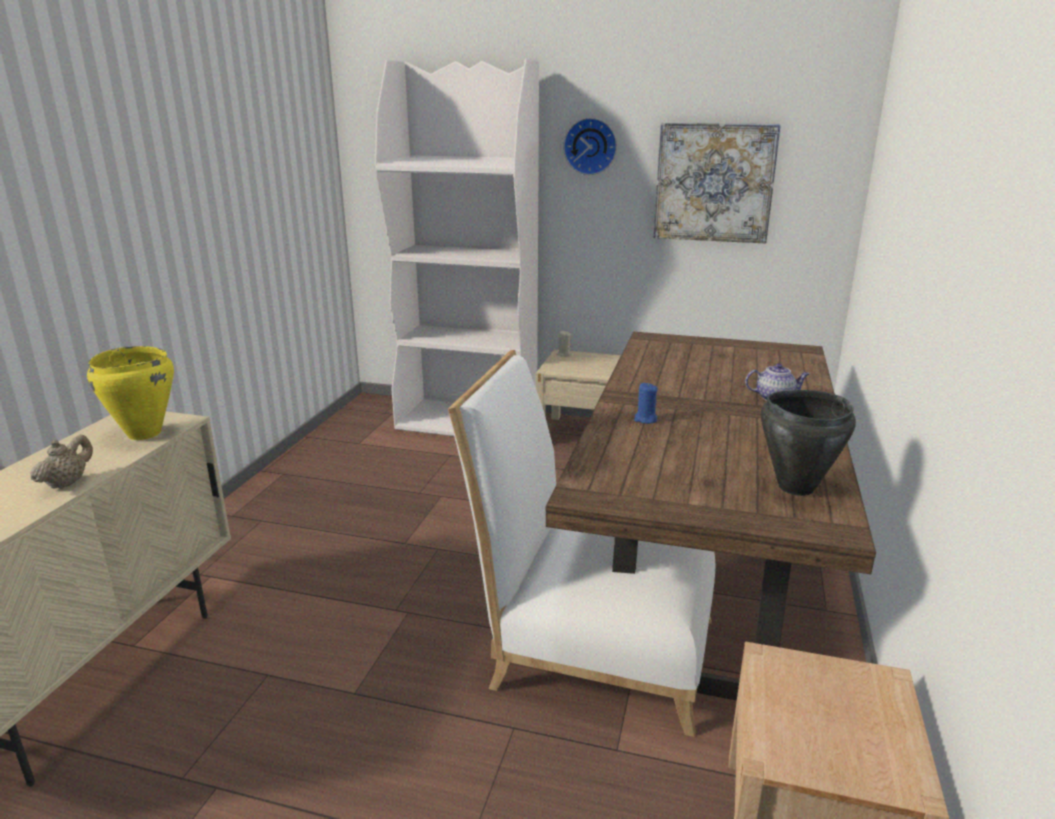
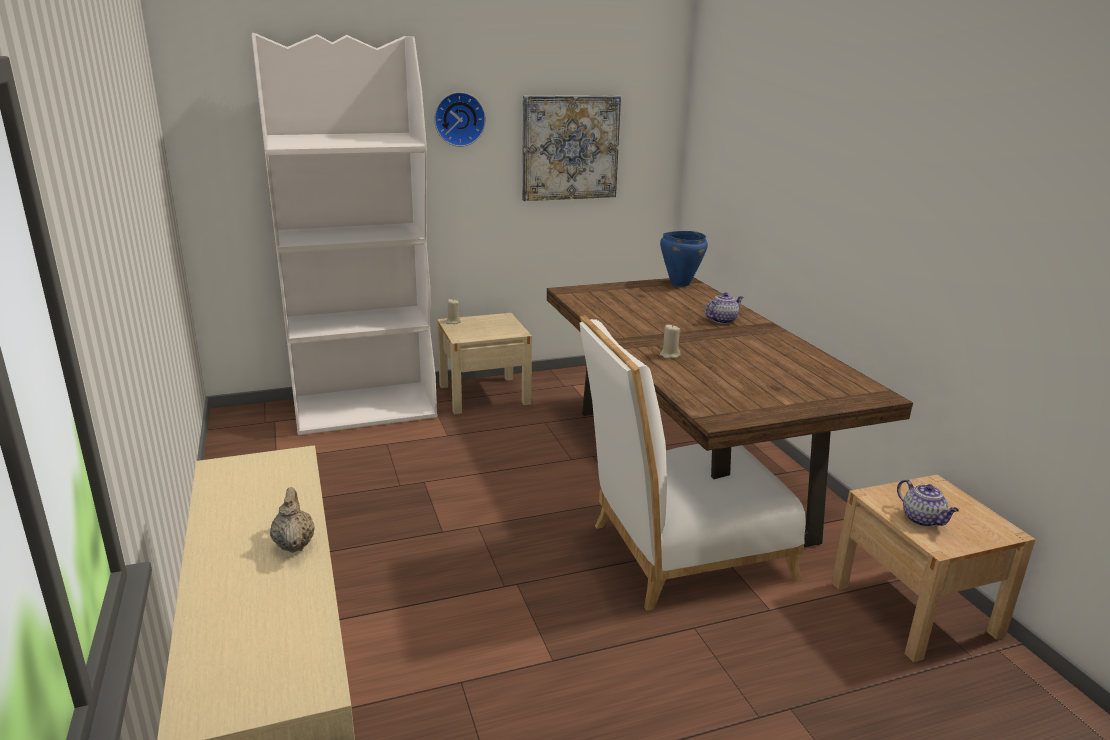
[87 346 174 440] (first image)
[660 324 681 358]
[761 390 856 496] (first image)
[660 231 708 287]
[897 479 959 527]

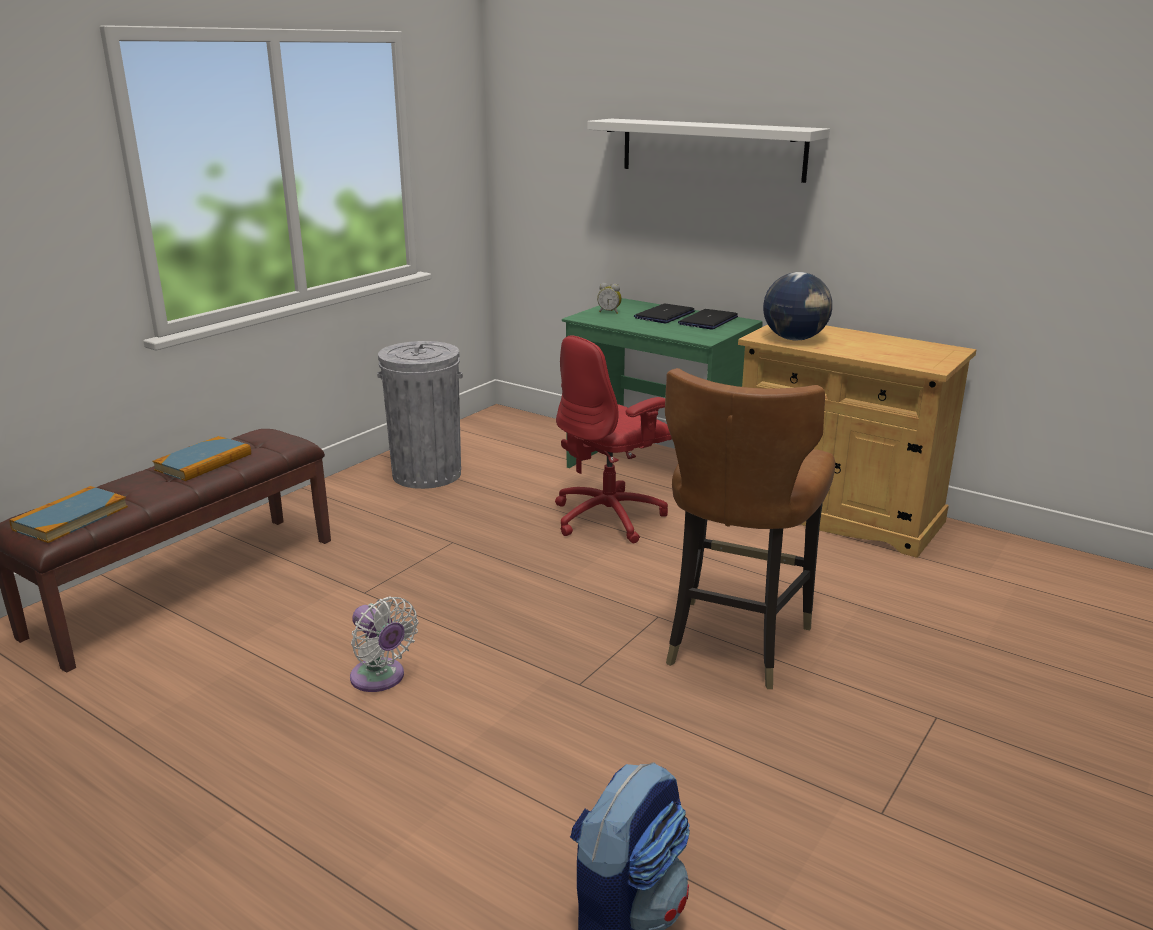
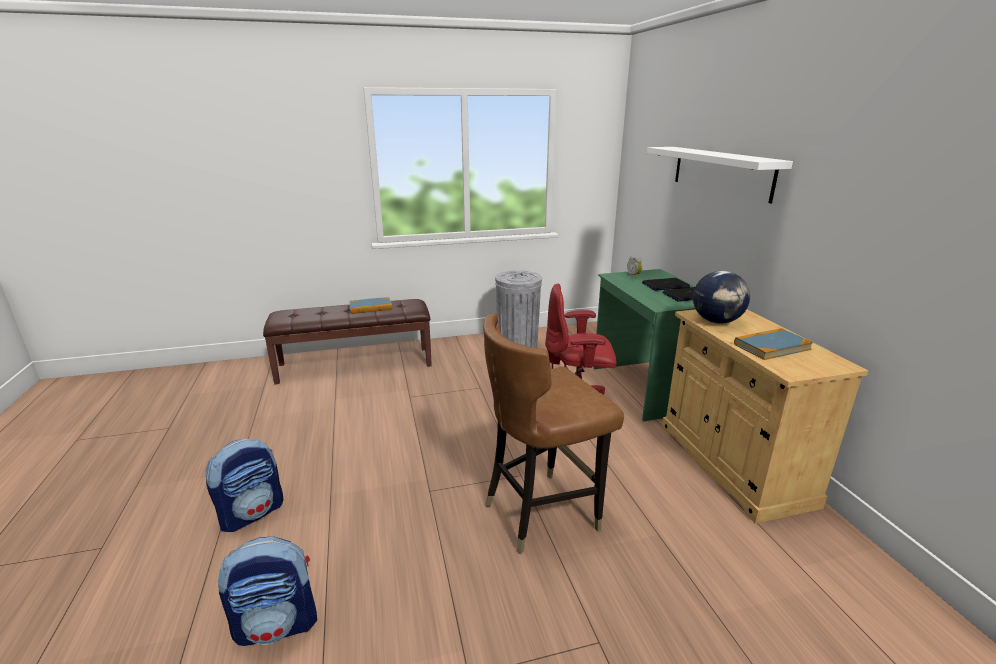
[734 328 813 360]
[350 596 418 692] (first image)
[206 439 283 532]

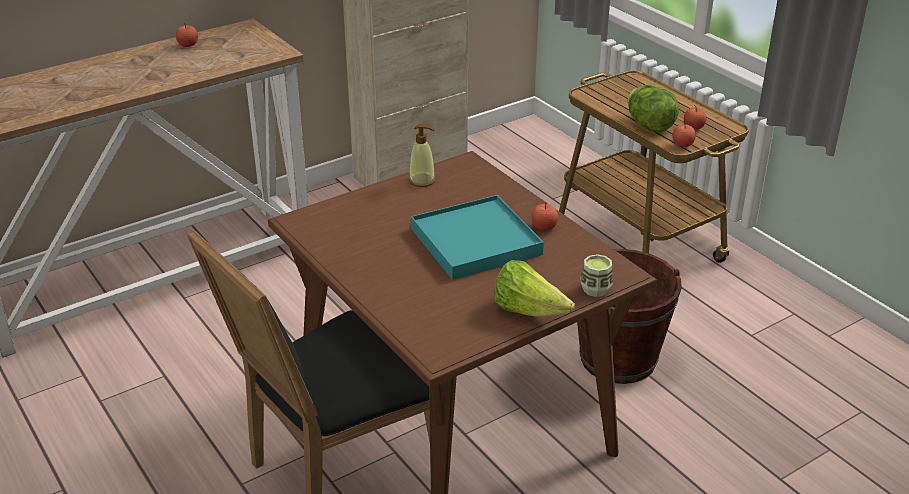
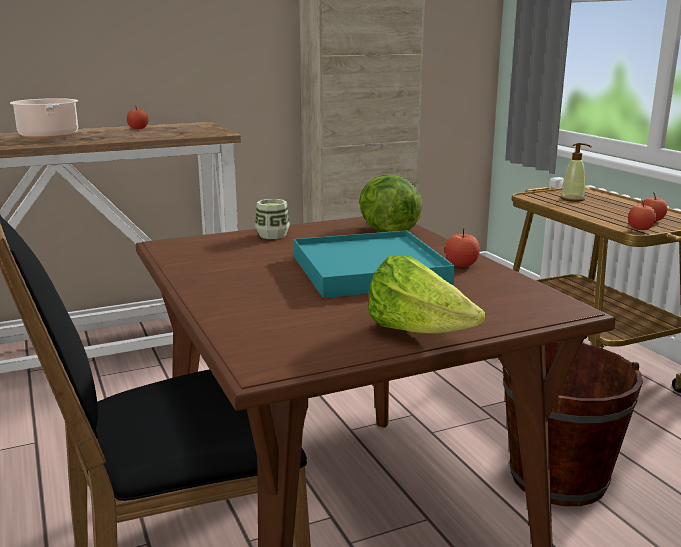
[359 174 422 232]
[560 143 592 202]
[255 199 290 239]
[10 98 78 139]

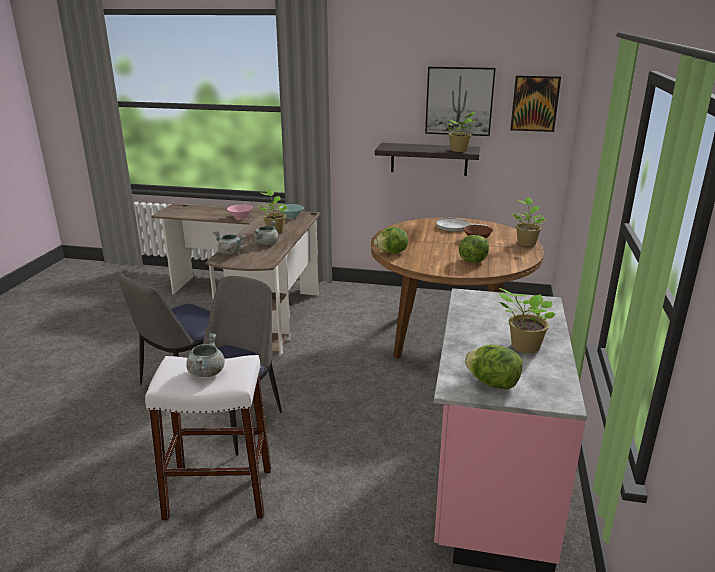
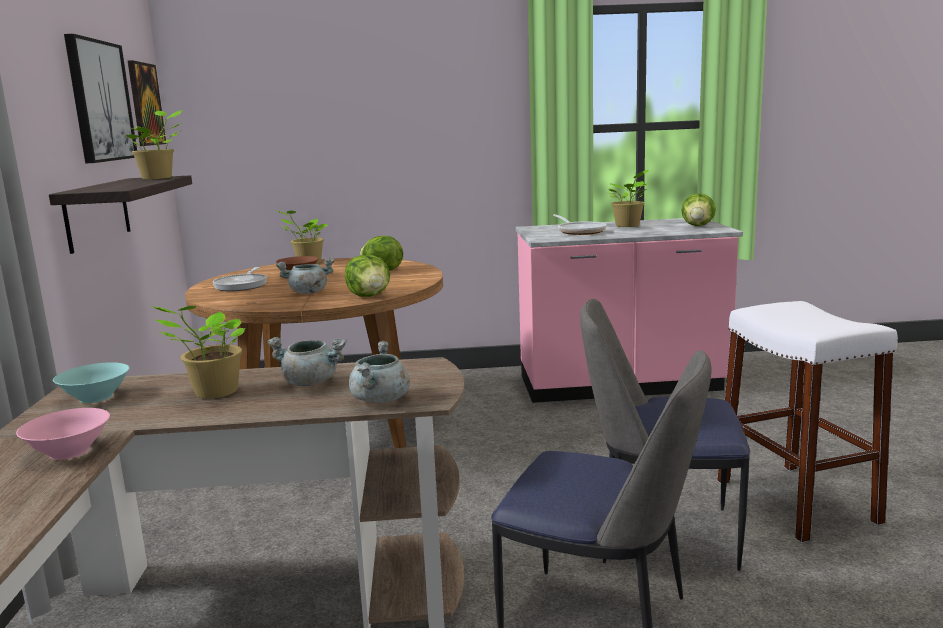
[276 258 334 294]
[553 214 606 235]

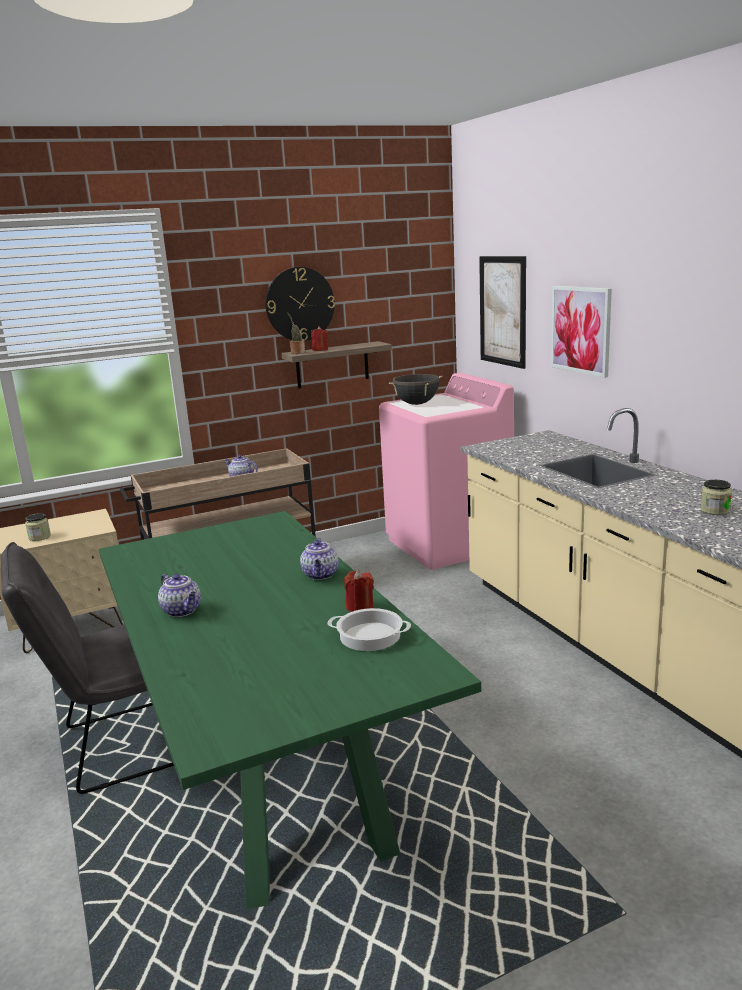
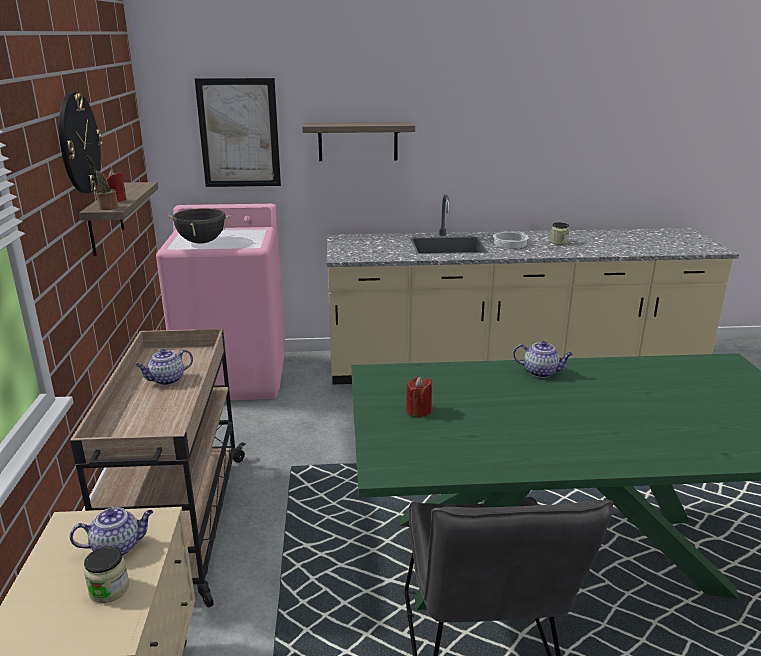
[302 122 415 161]
[406 376 432 417]
[70 507 153 556]
[493 231 529 248]

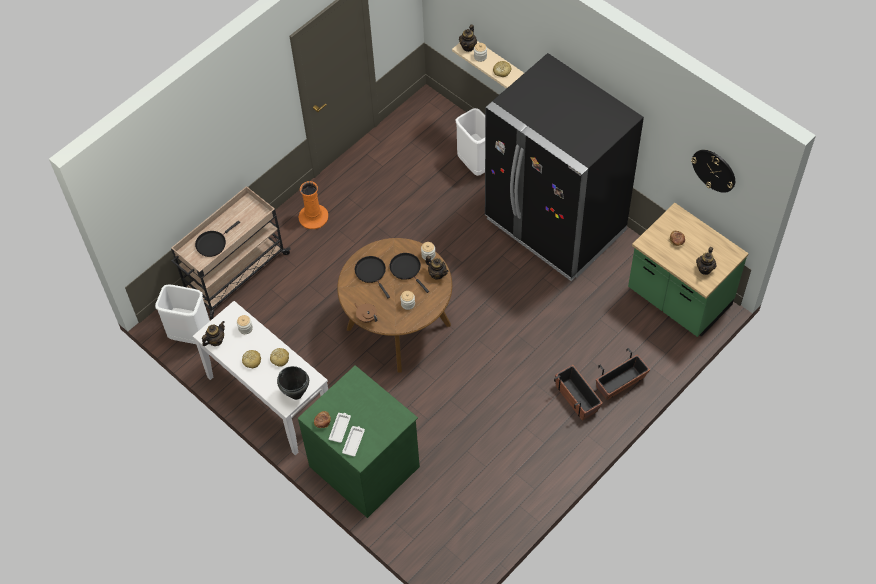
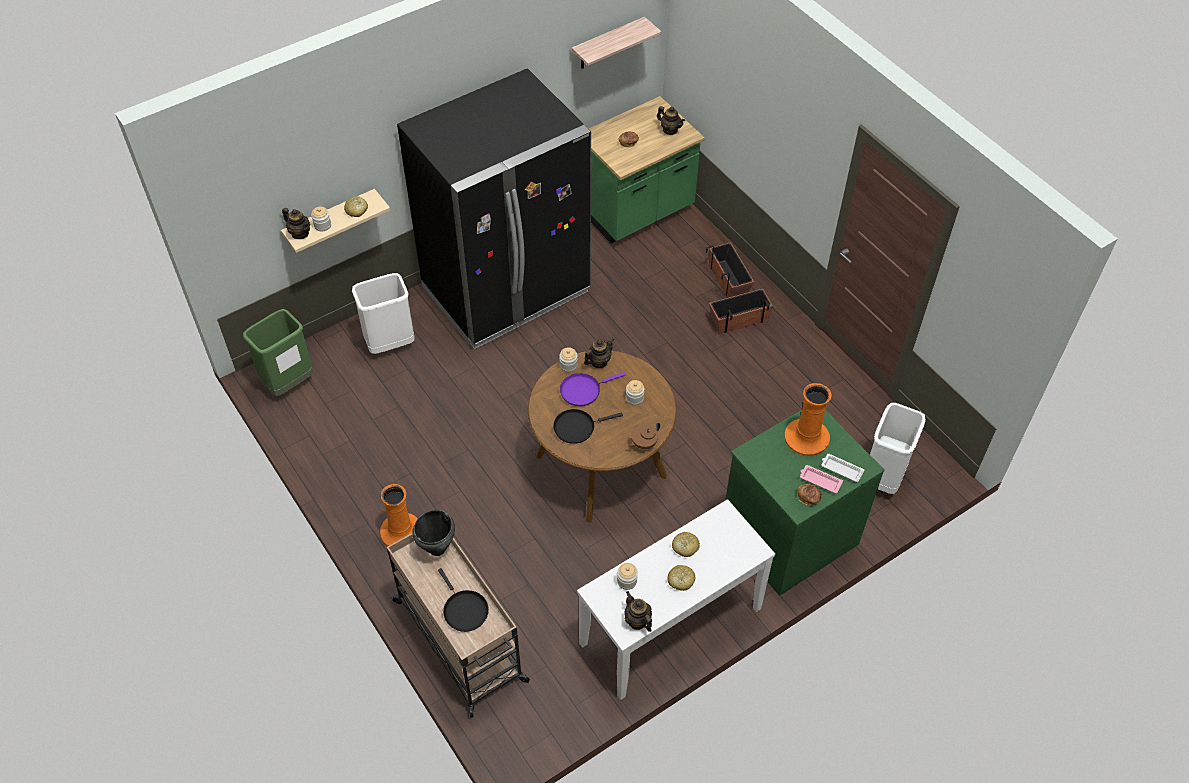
[572 17 661 69]
[560 372 626 406]
[870 403 926 494]
[413 510 455 556]
[800 465 843 493]
[243 309 314 396]
[784 383 831 456]

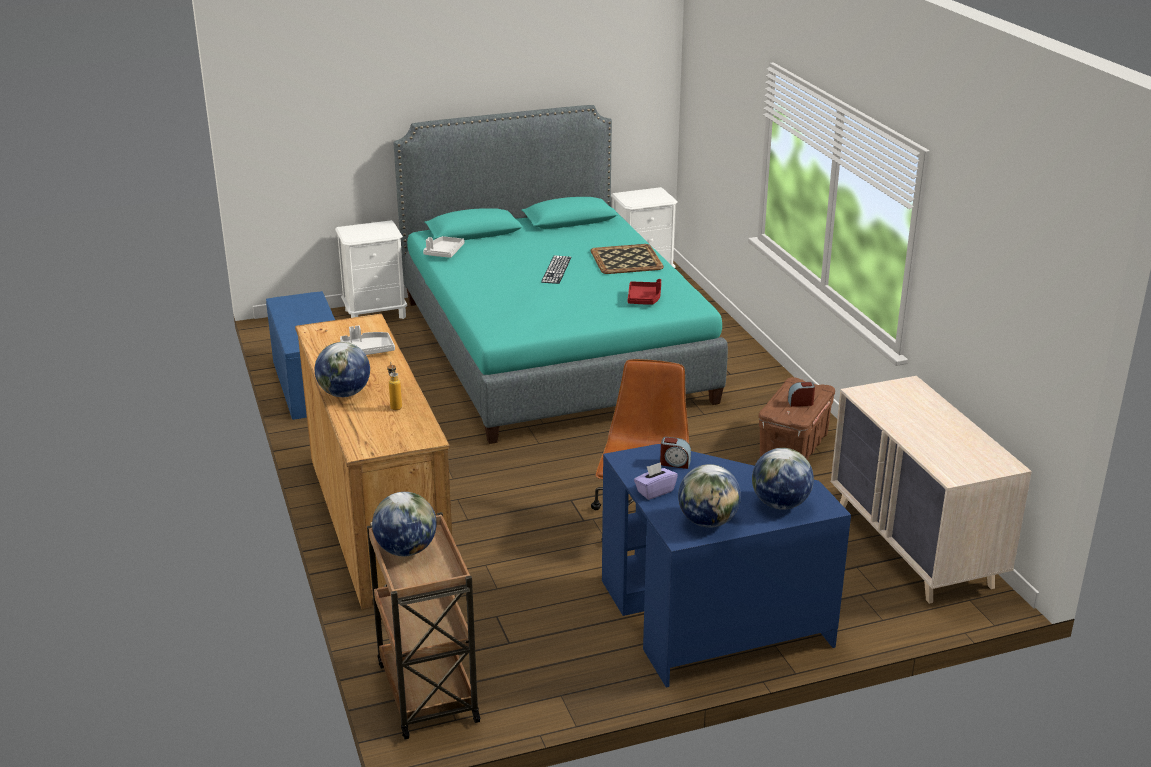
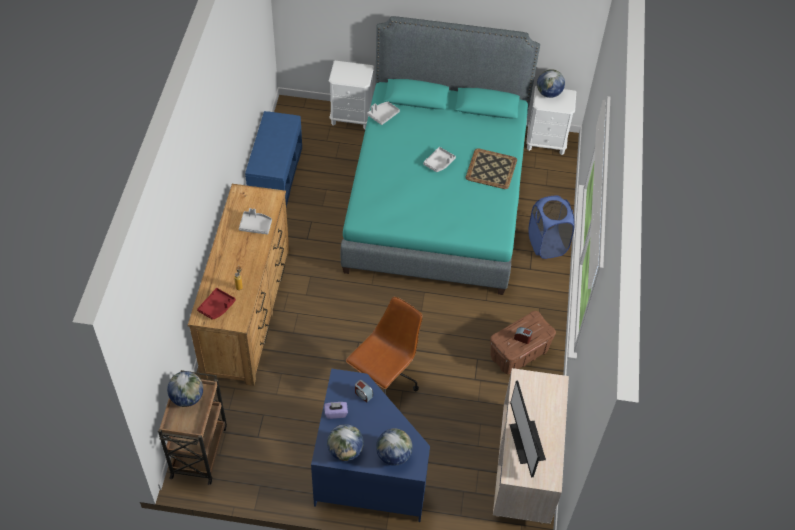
[423 147 456 172]
[197 288 236 320]
[537 69 565 98]
[529 196 575 259]
[510 380 546 478]

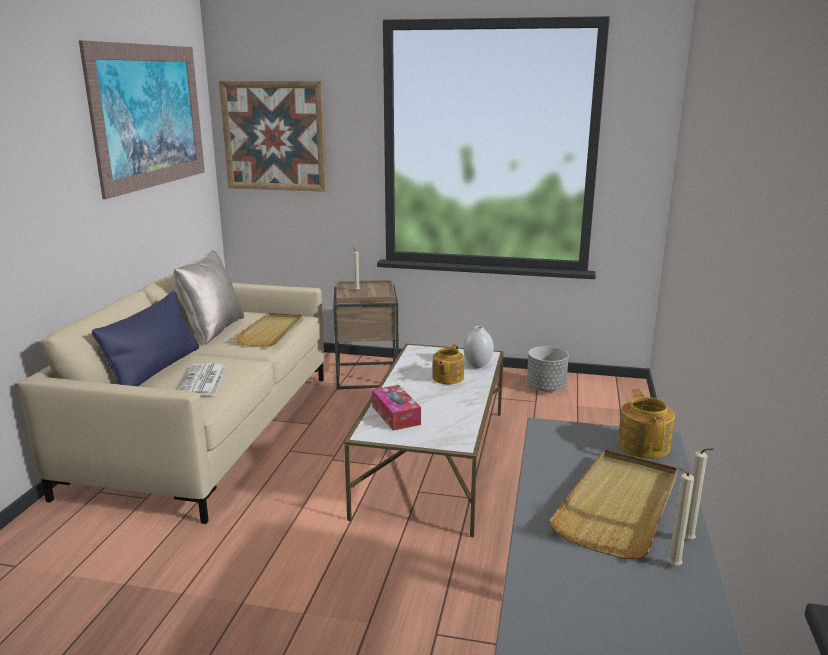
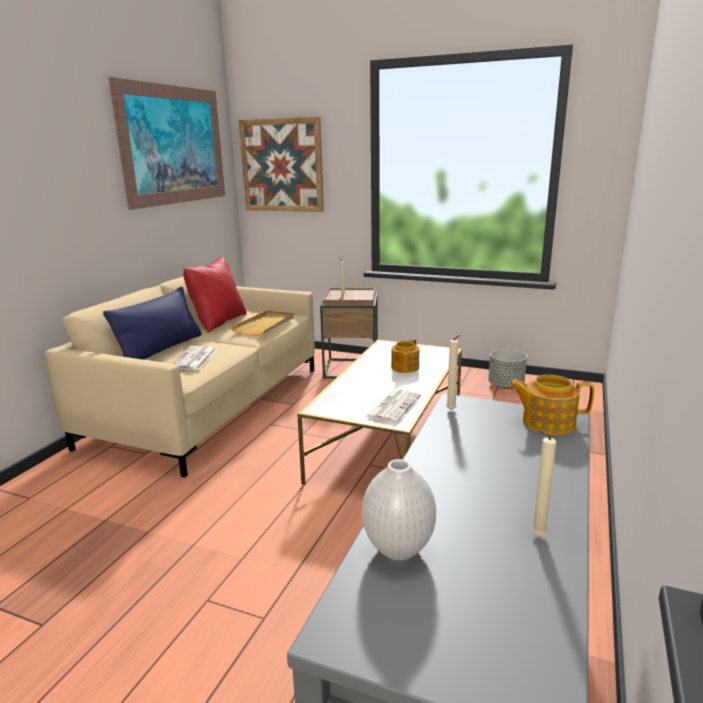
[183 257 247 333]
[362 459 436 561]
[372 385 421 431] (first image)
[509 375 594 435]
[446 335 461 410]
[548 449 677 559] (first image)
[364 389 421 423]

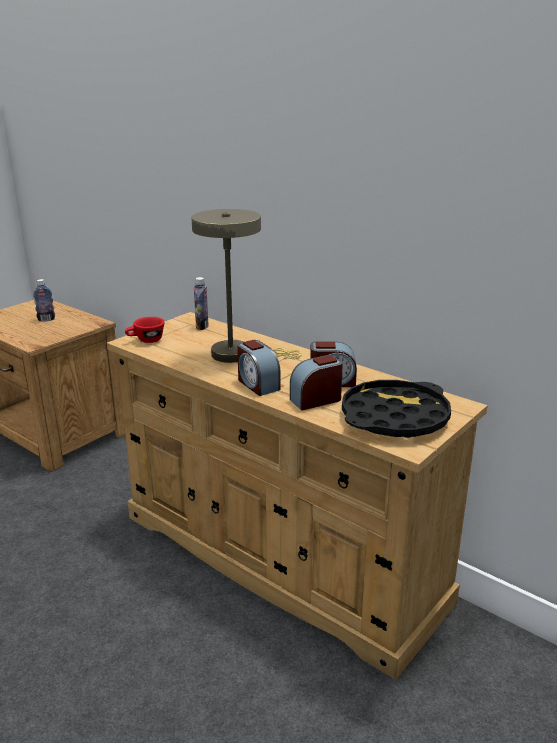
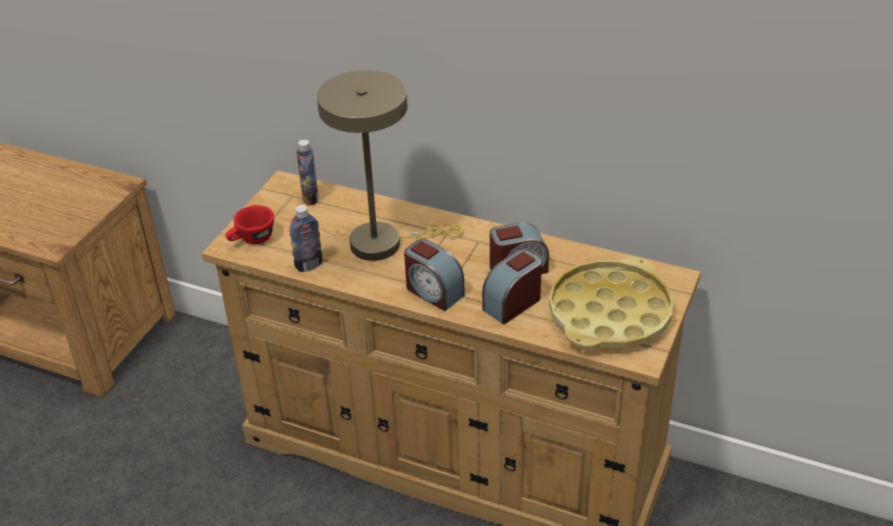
[290 205 322 272]
[549 257 674 348]

